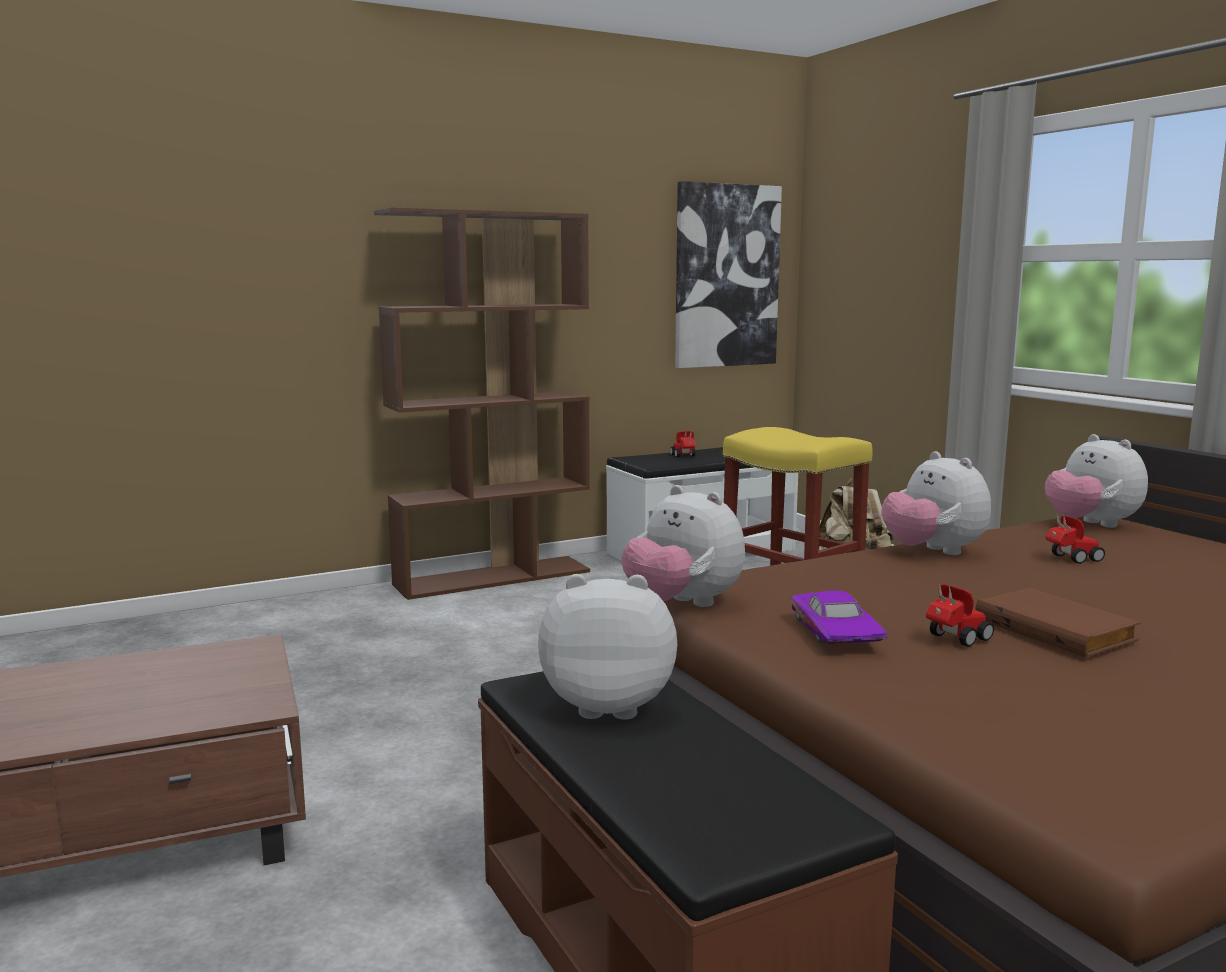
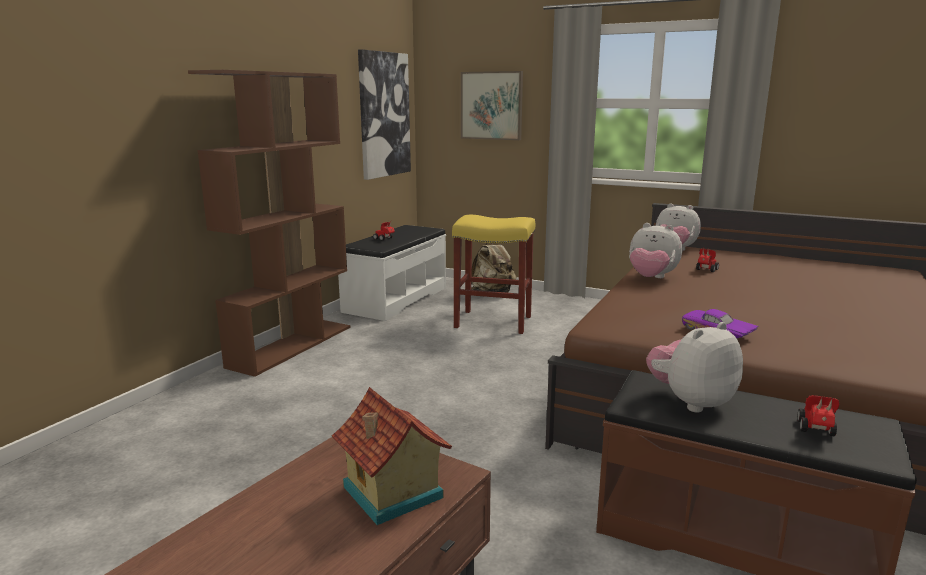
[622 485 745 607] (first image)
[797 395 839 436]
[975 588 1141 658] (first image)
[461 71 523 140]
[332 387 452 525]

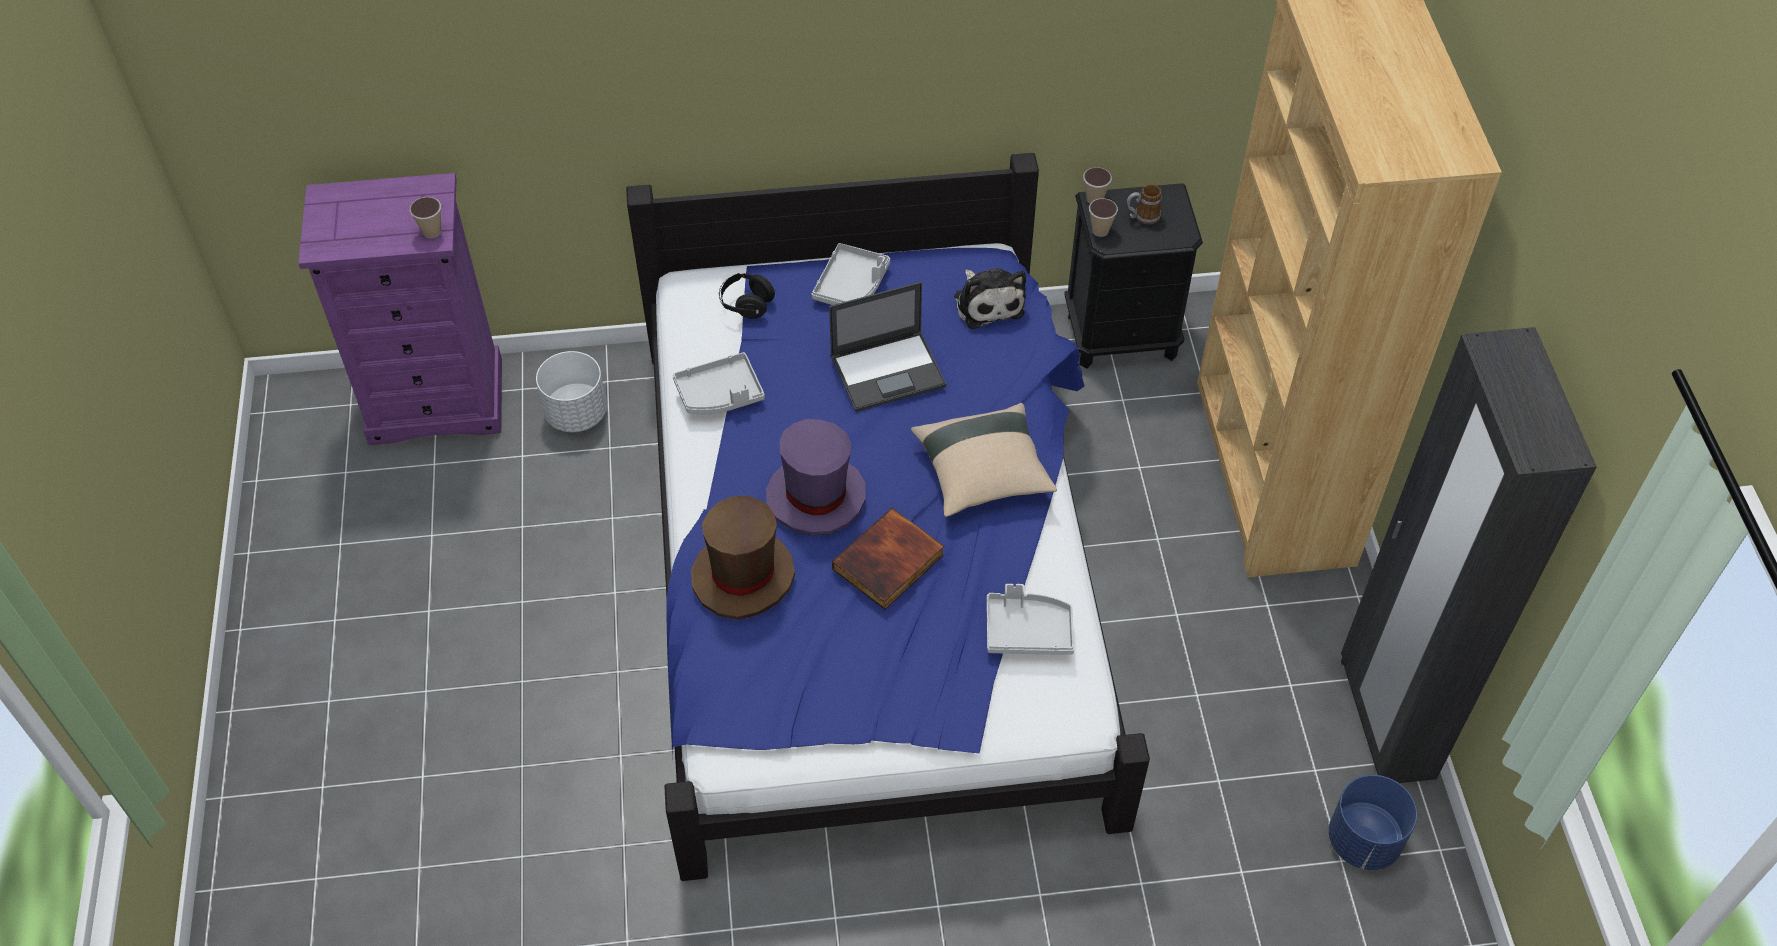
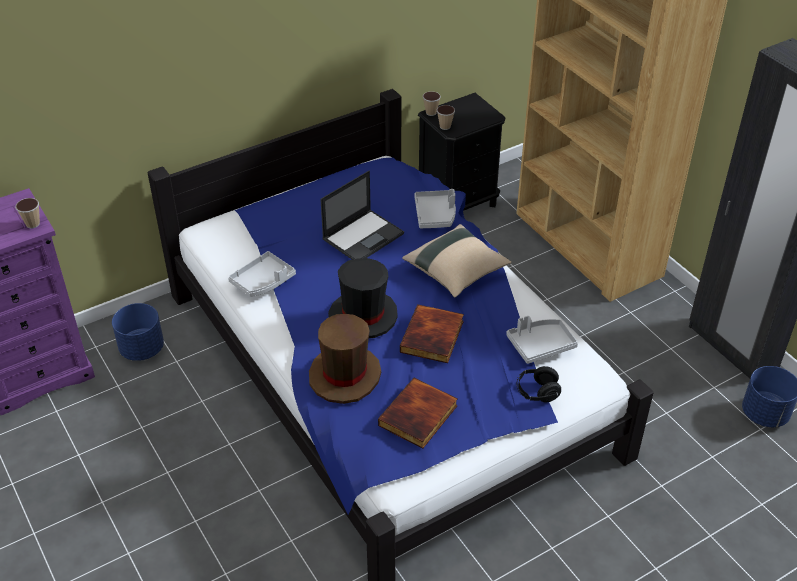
[1127 184 1162 224] (first image)
[414 189 456 228]
[954 269 1026 329] (first image)
[517 366 561 402]
[112 303 164 361]
[328 258 398 339]
[378 378 458 449]

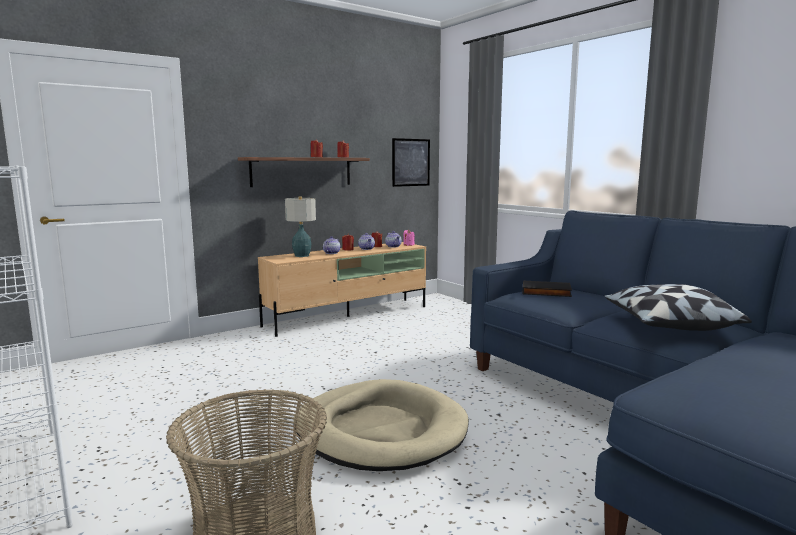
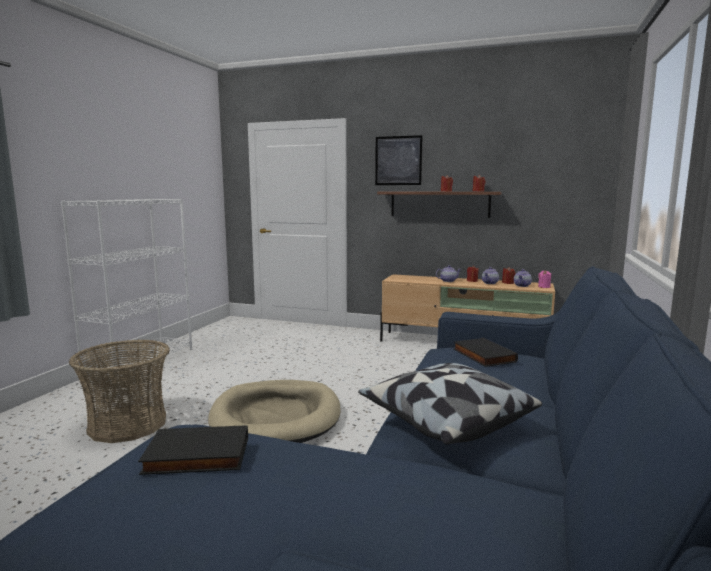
[375 135 423 185]
[285 196 316 257] (first image)
[138 425 248 475]

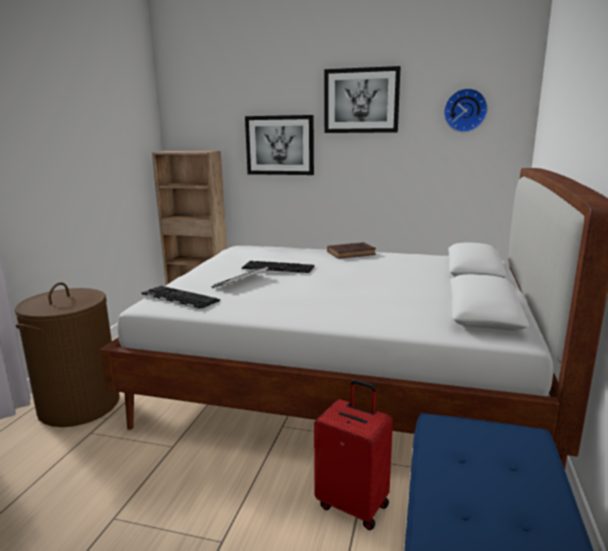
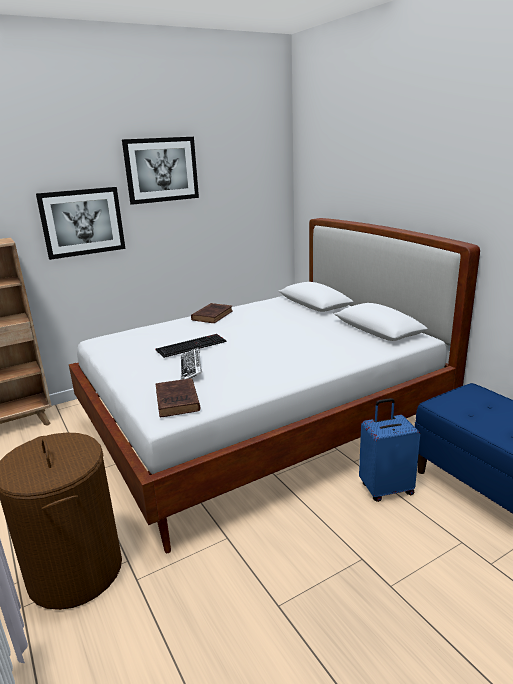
[444 88 488 132] (first image)
[156 378 200 417]
[359 398 420 502]

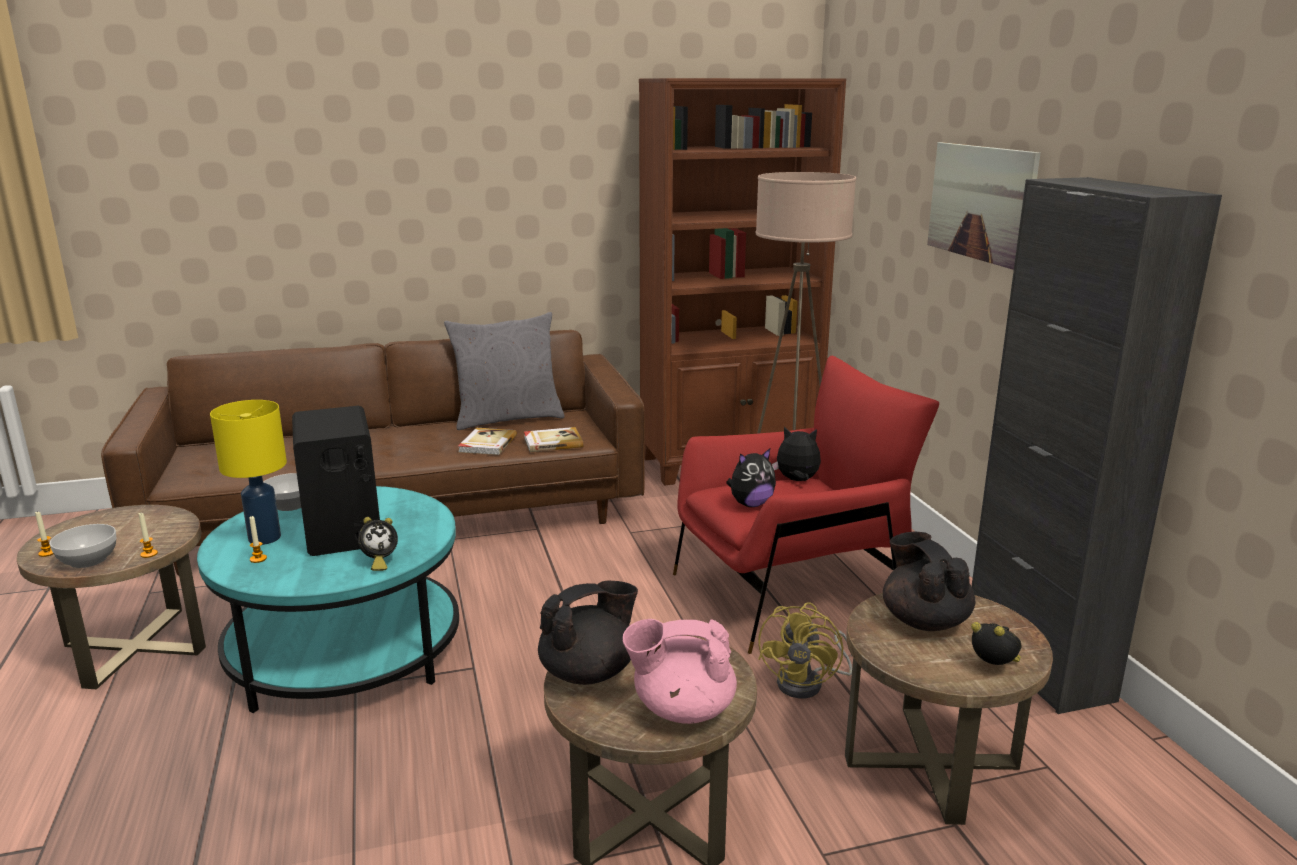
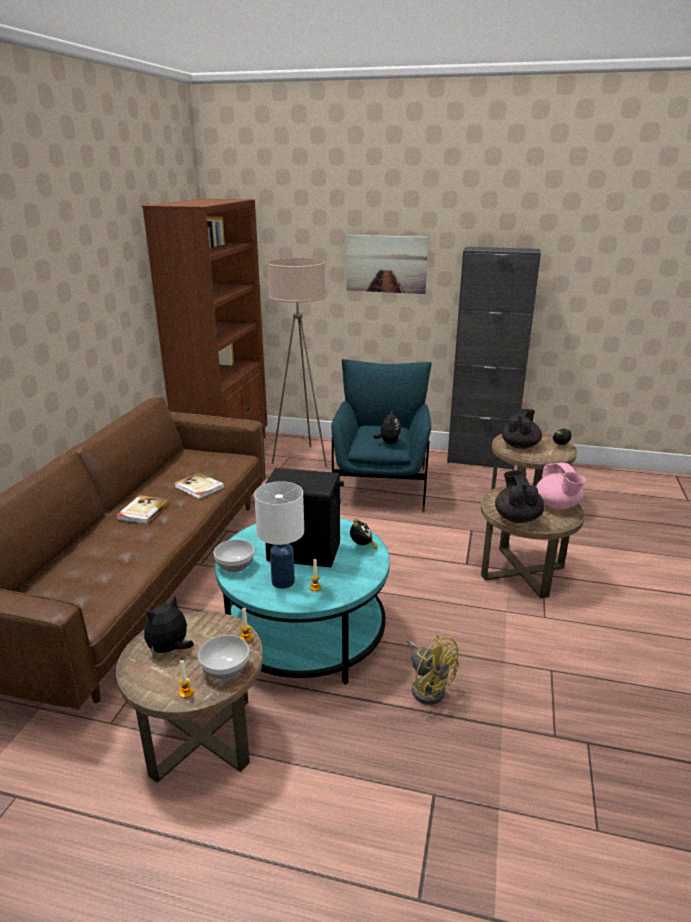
[444 312 564 430] (first image)
[331 359 432 512]
[254 481 304 589]
[117 495 169 524]
[144 596 194 655]
[502 409 542 449]
[407 635 460 705]
[536 463 586 510]

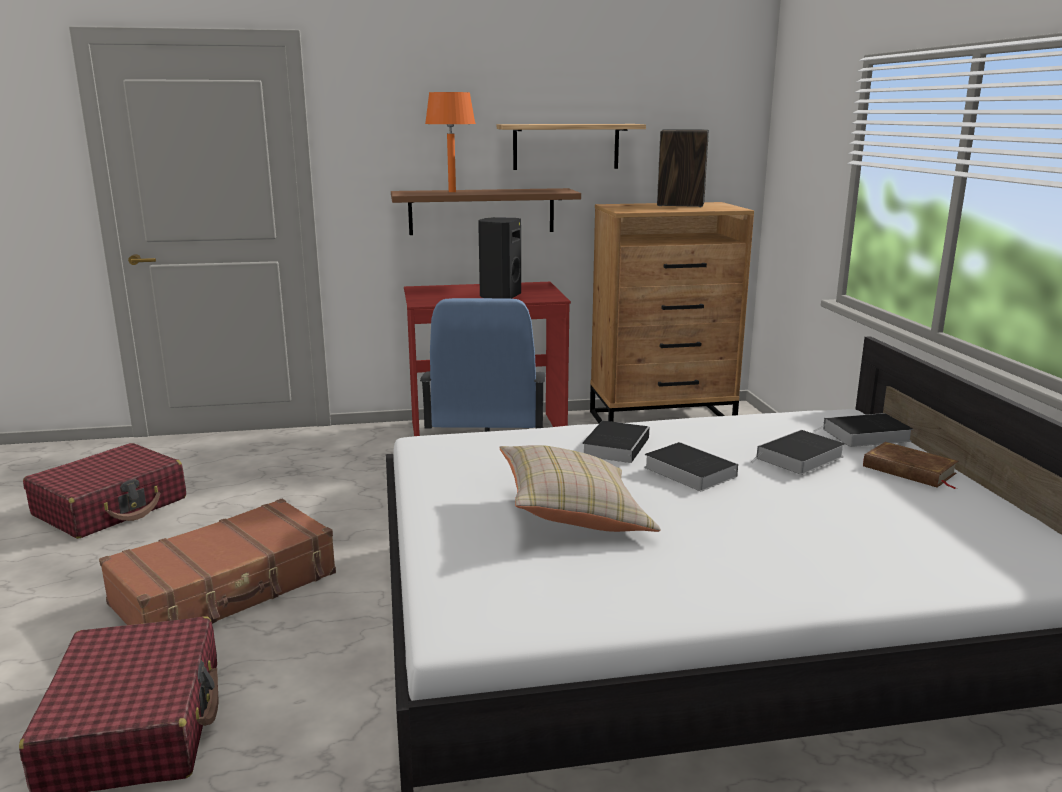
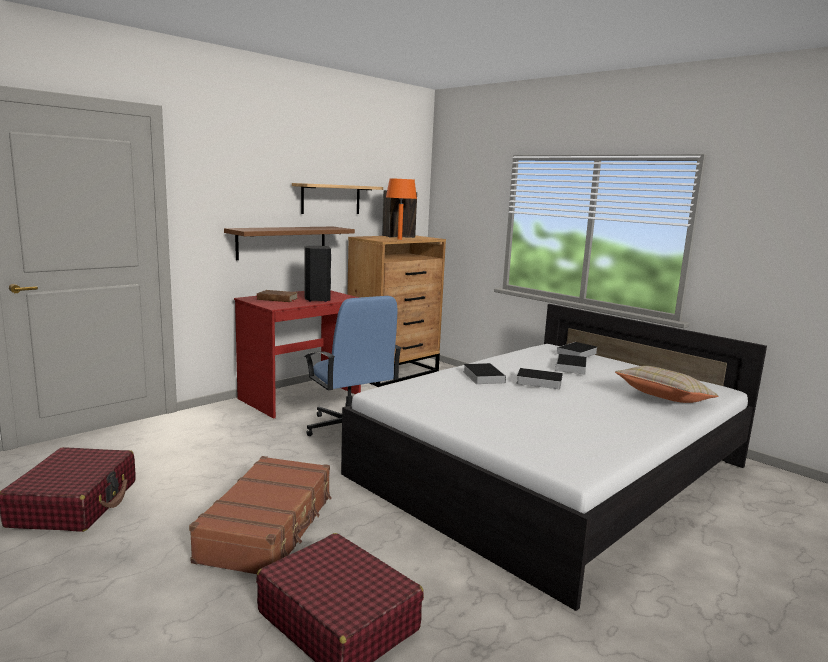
[386 178 417 240]
[257 290 298 302]
[615 366 719 403]

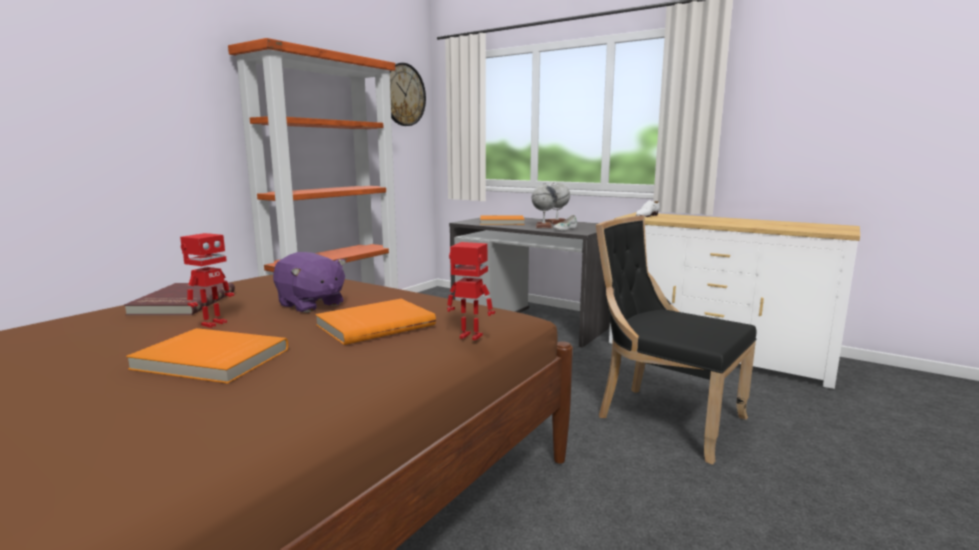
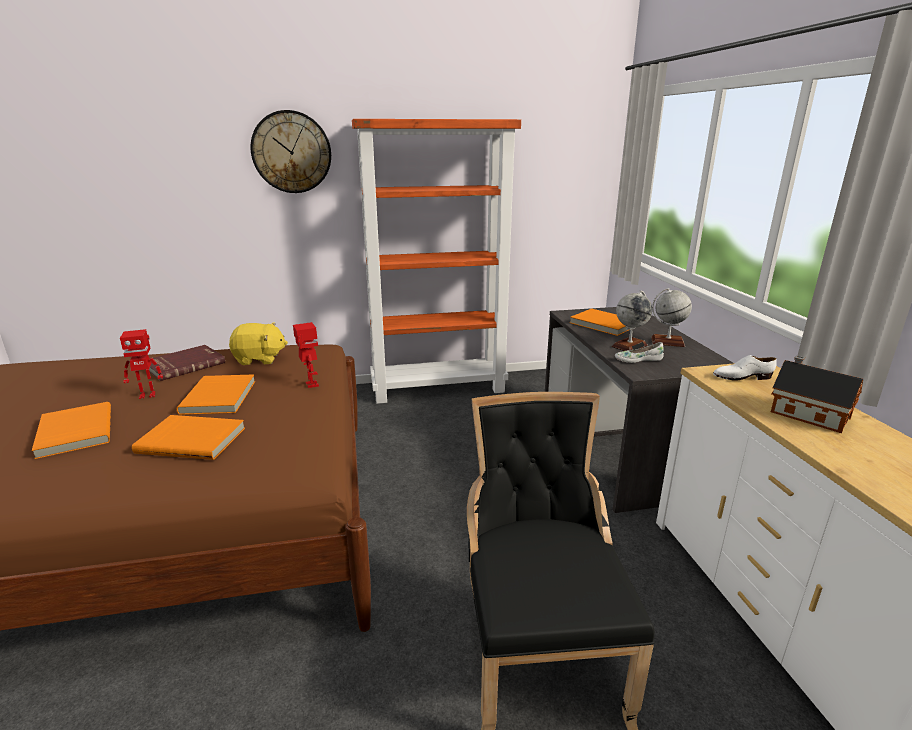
[251 110 331 193]
[293 322 319 388]
[177 374 255 415]
[229 322 288 365]
[771 356 863 433]

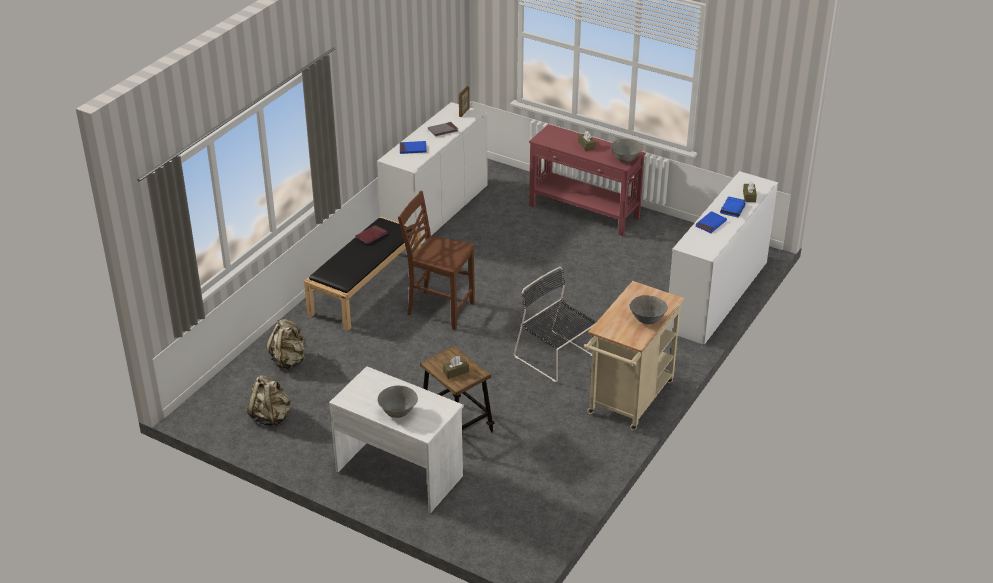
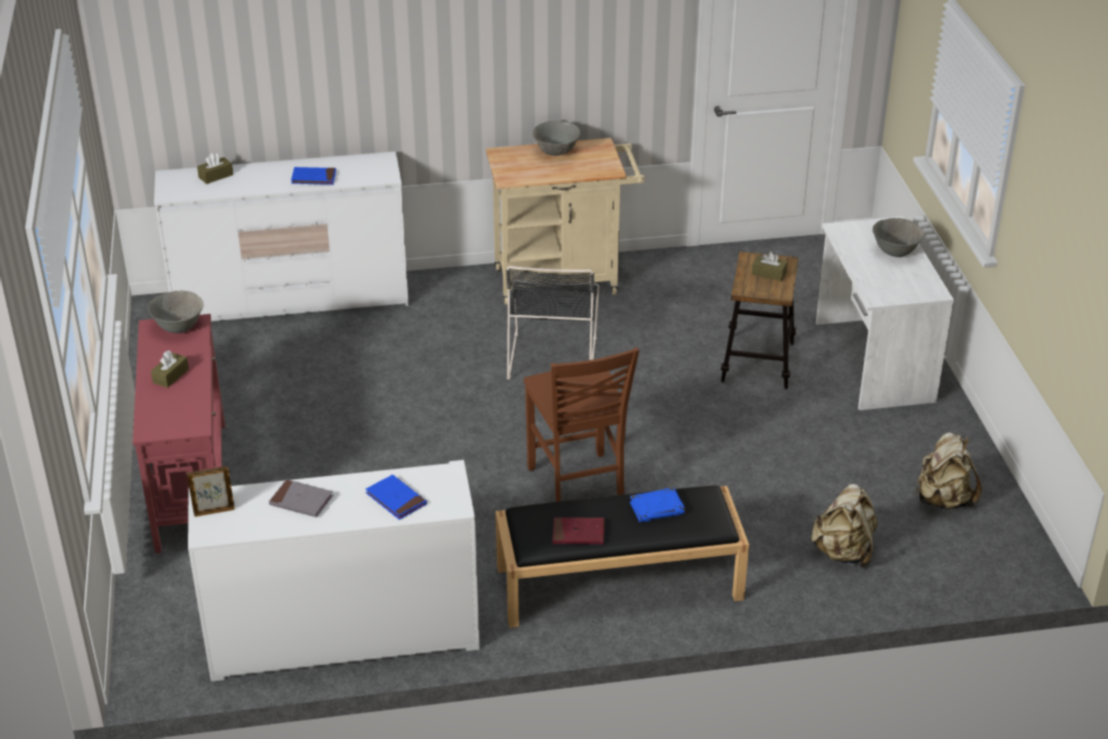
[630 488 685 523]

